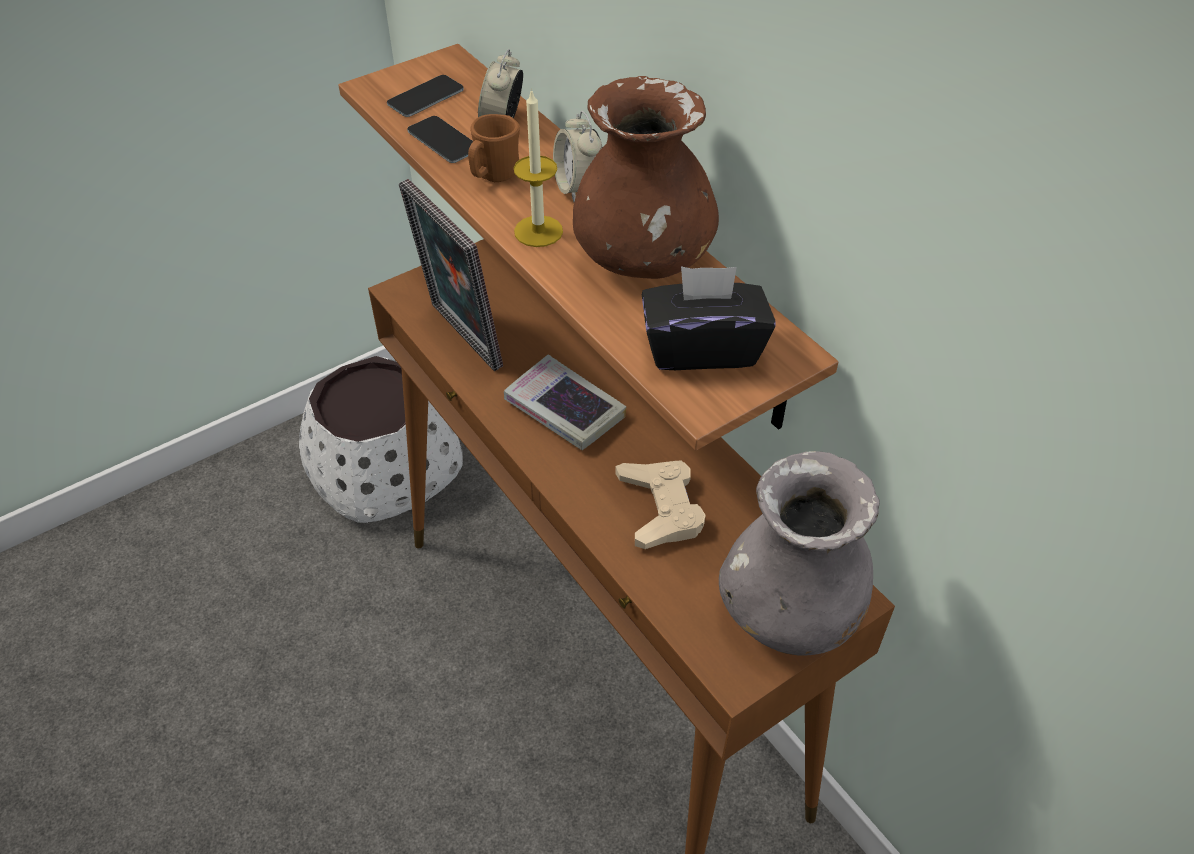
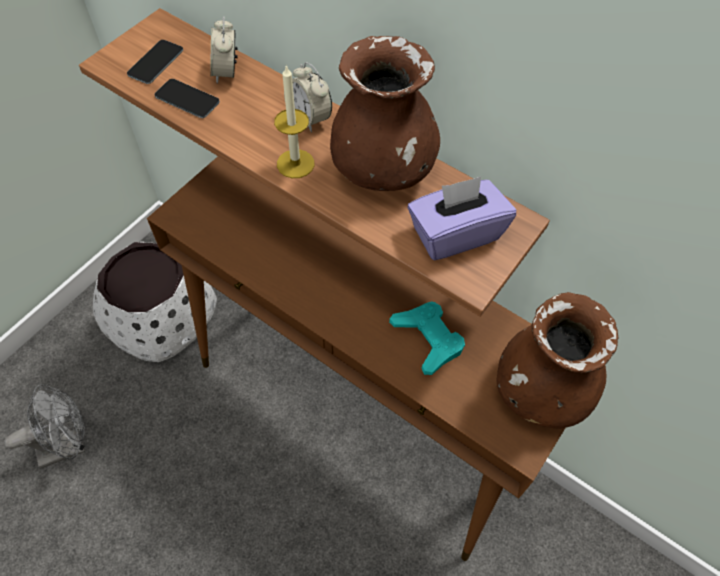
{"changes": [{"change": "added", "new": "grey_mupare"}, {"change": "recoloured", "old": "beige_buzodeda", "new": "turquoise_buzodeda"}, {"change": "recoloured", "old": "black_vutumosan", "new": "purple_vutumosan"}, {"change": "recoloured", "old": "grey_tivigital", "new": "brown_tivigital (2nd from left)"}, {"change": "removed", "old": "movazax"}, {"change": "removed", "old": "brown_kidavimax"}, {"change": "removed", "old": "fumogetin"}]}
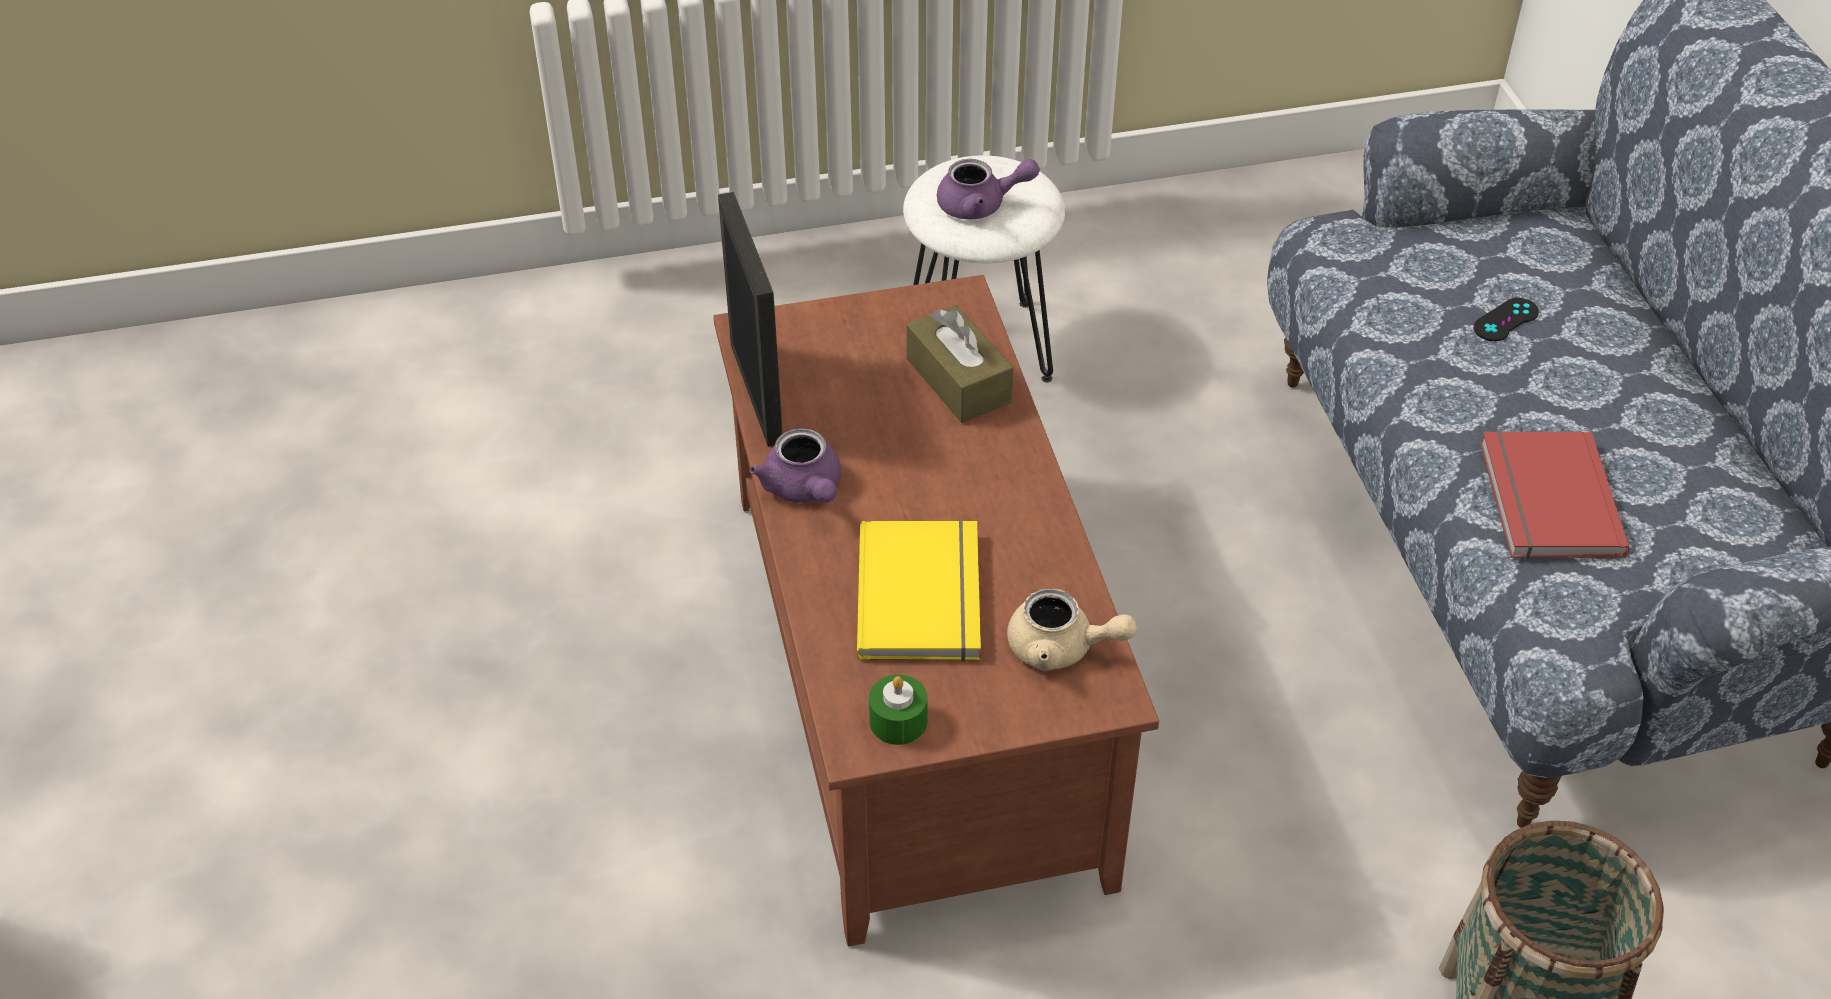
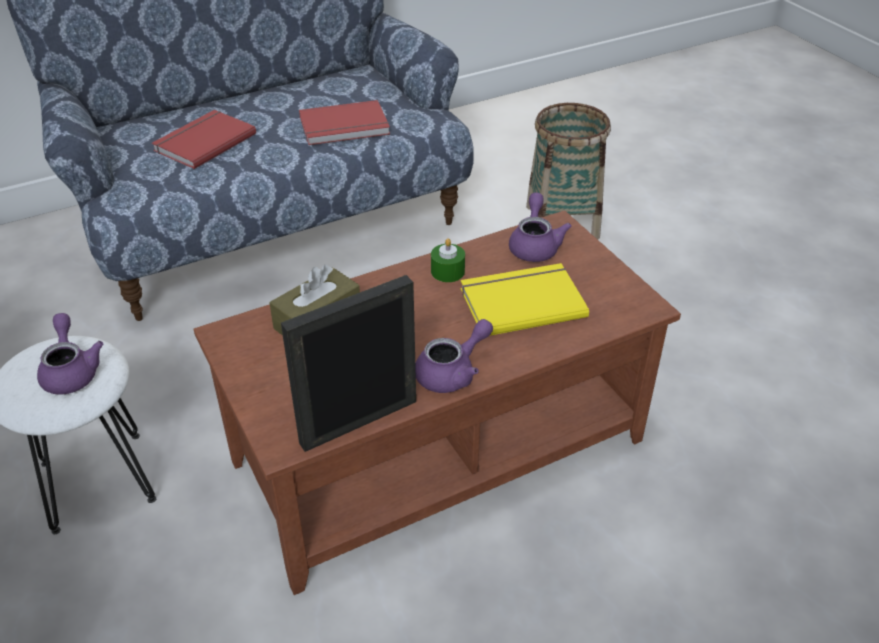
{"changes": [{"change": "replaced", "old": "black_buzodeda", "new": "red_fumogetin (1st from left)"}, {"change": "moved", "old": "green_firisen"}, {"change": "recoloured", "old": "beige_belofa", "new": "purple_belofa (3rd from left)"}]}
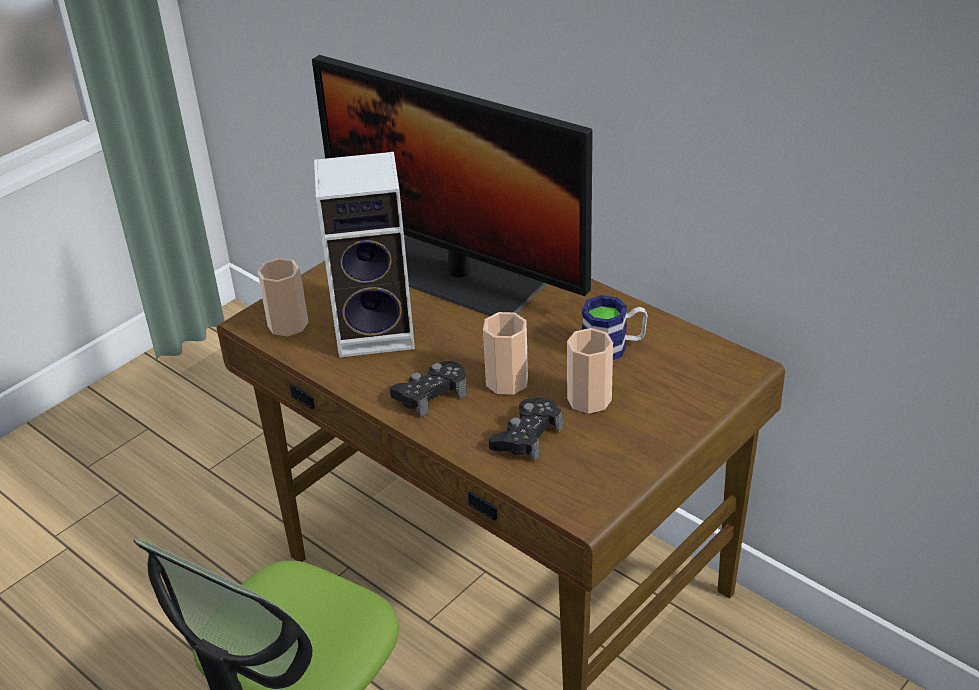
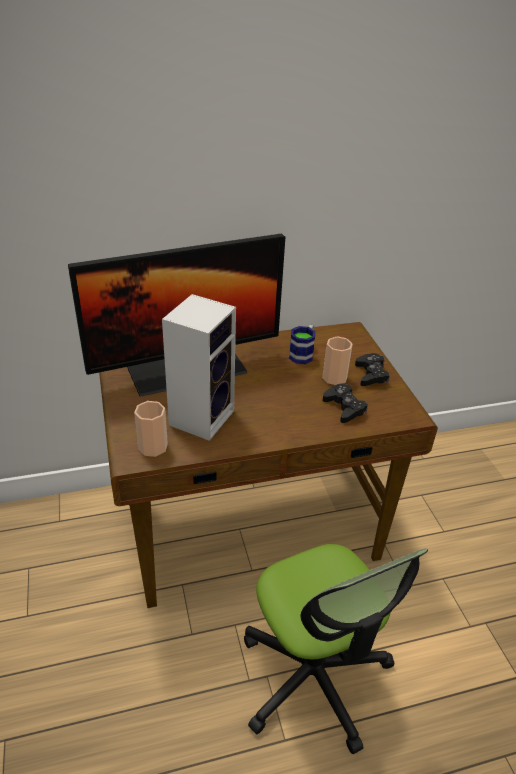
{"changes": [{"change": "moved", "old": "black_buzodeda (1st from left in the first image)", "new": "black_buzodeda (2nd from left)"}, {"change": "removed", "old": "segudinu (2nd from left)"}]}
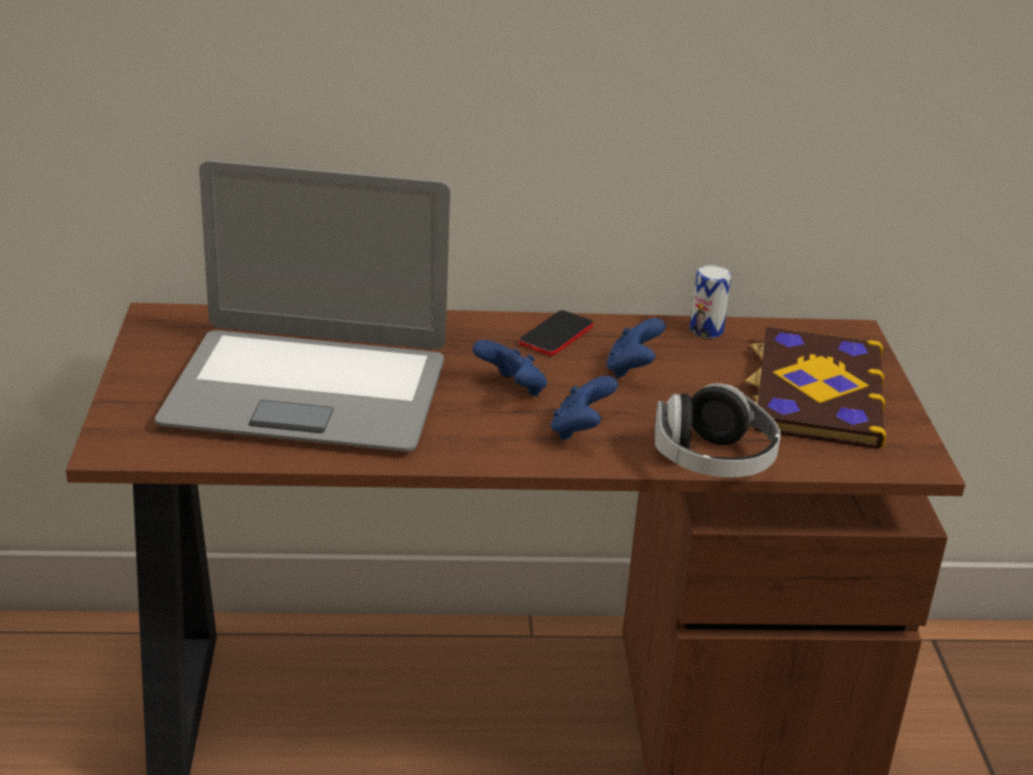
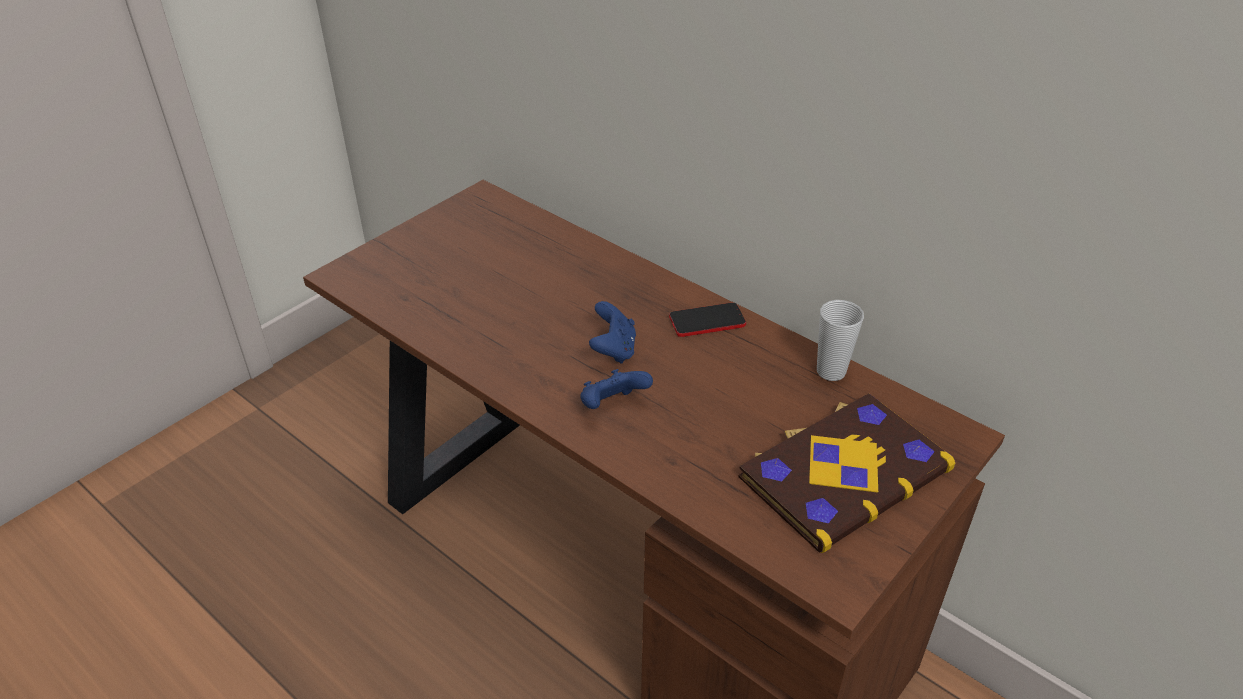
{"changes": [{"change": "replaced", "old": "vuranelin", "new": "segudinu"}, {"change": "removed", "old": "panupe"}, {"change": "removed", "old": "blue_buzodeda (3rd from left)"}, {"change": "removed", "old": "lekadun"}]}
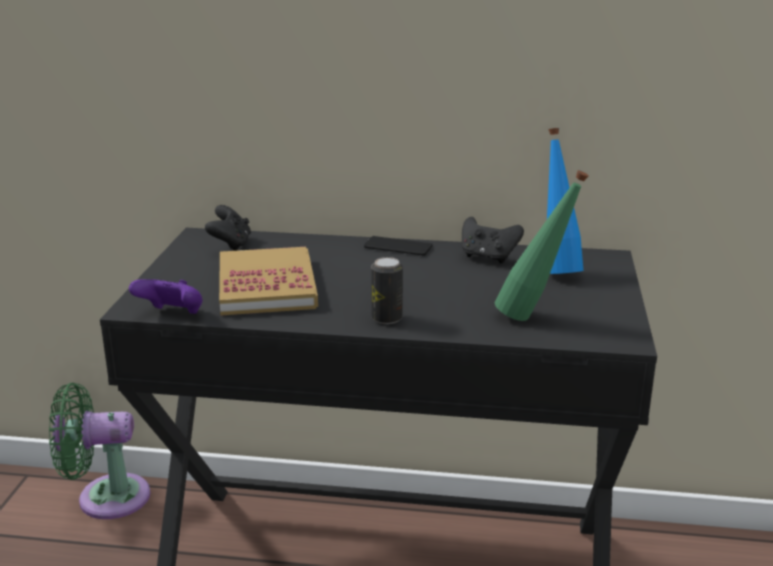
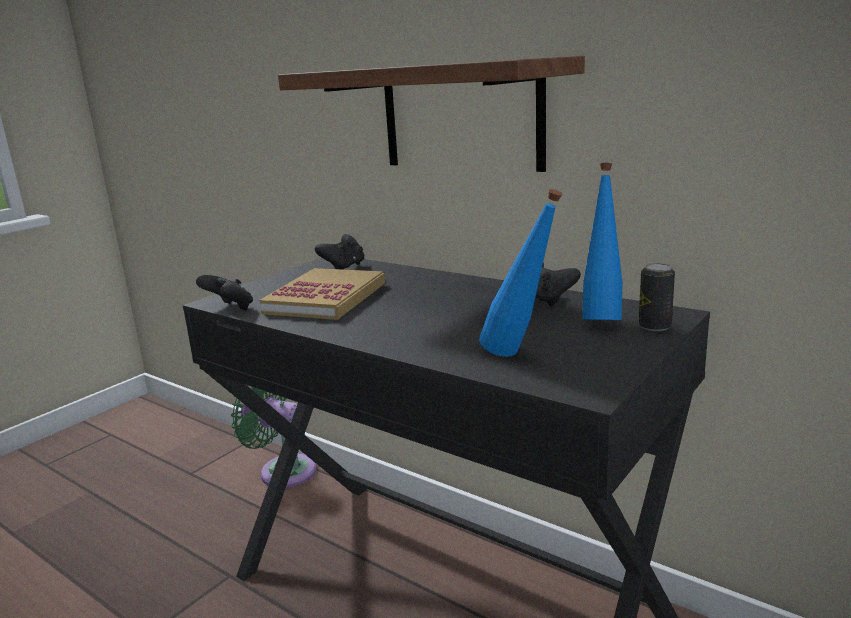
{"changes": [{"change": "recoloured", "old": "purple_buzodeda", "new": "black_buzodeda (1st from left)"}, {"change": "added", "new": "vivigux"}, {"change": "recoloured", "old": "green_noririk", "new": "blue_noririk (1st from left)"}, {"change": "moved", "old": "vuranelin"}, {"change": "removed", "old": "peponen"}]}
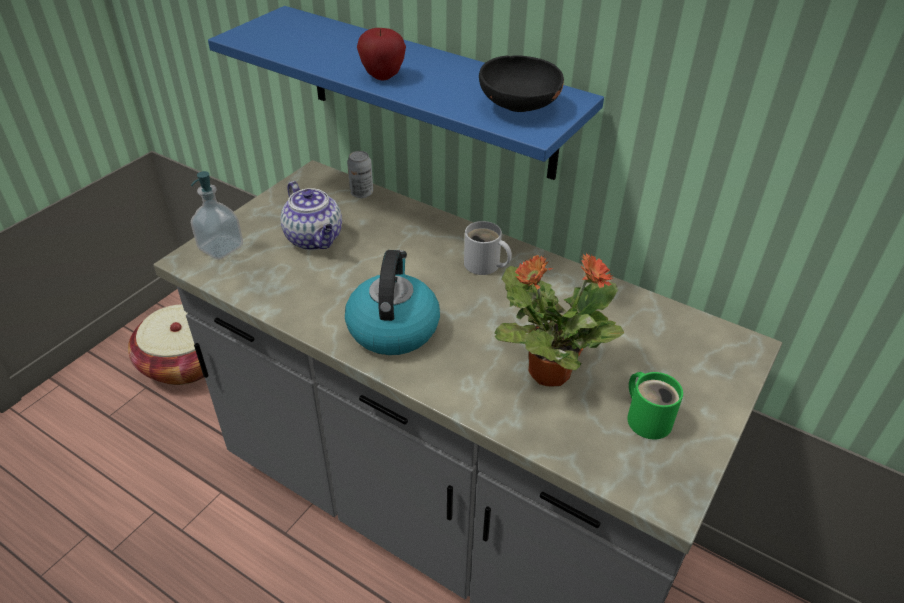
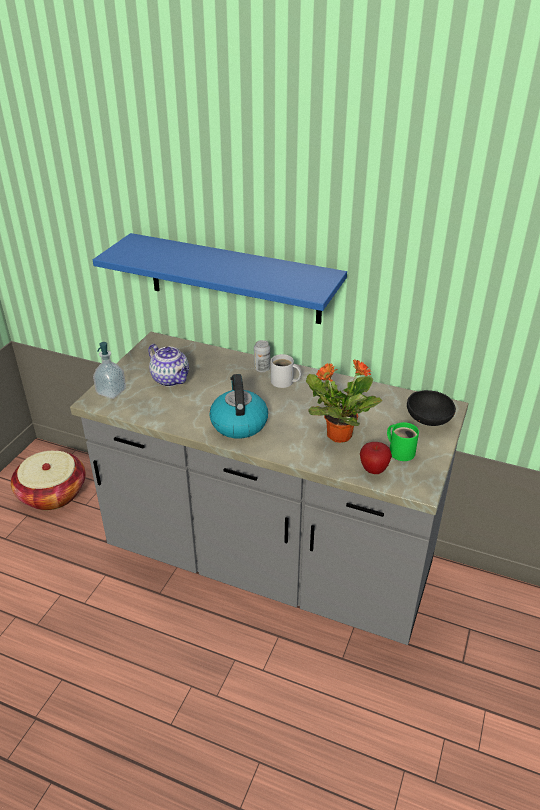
{"changes": [{"change": "moved", "old": "vuranelin"}, {"change": "moved", "old": "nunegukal"}, {"change": "moved", "old": "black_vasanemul"}]}
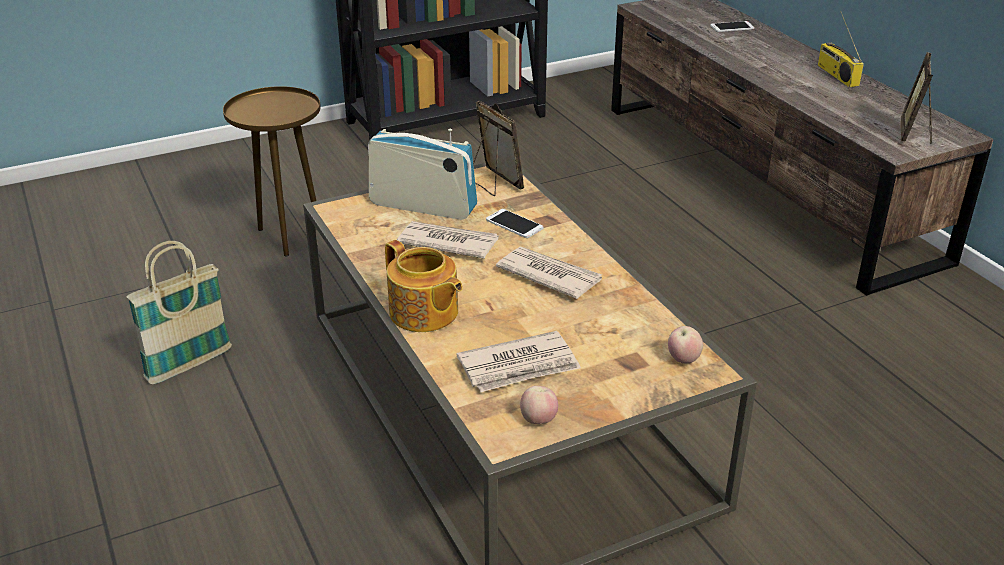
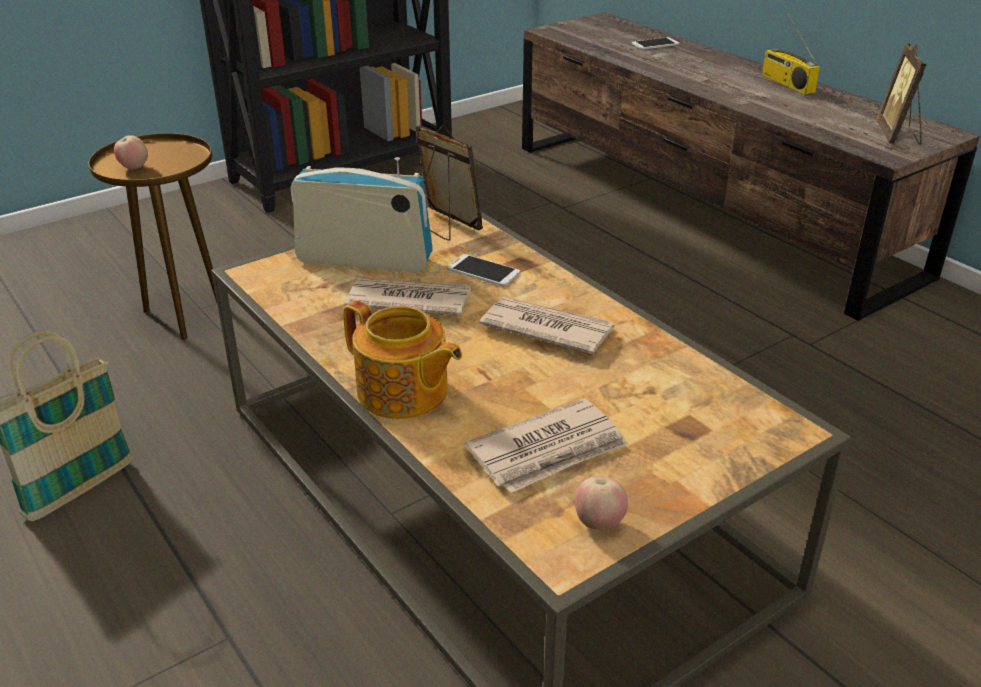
{"changes": [{"change": "moved", "old": "nunegukal (2nd from left in the first image)", "new": "nunegukal (1st from left)"}]}
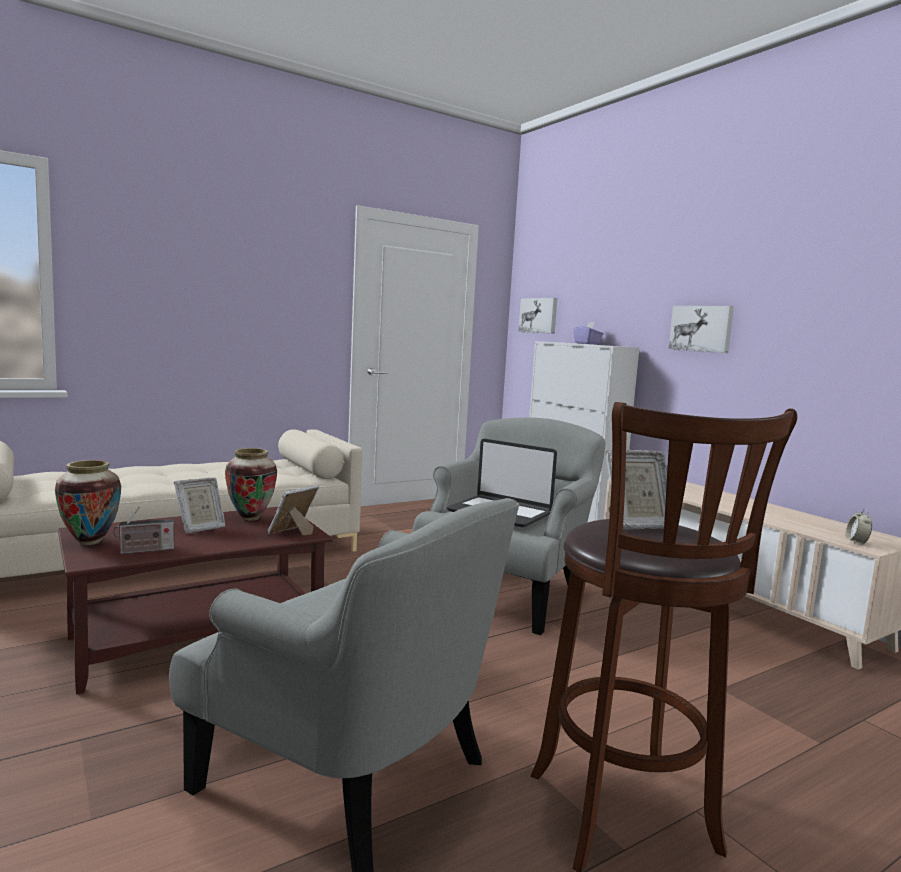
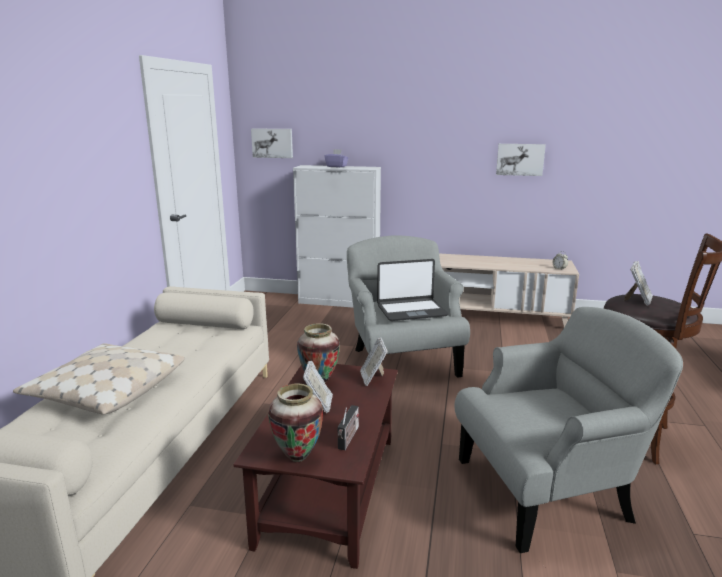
{"changes": [{"change": "added", "new": "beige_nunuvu"}, {"change": "moved", "old": "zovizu (2nd from left)"}]}
